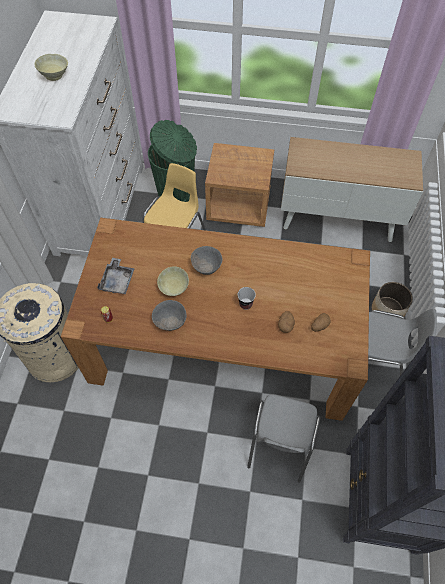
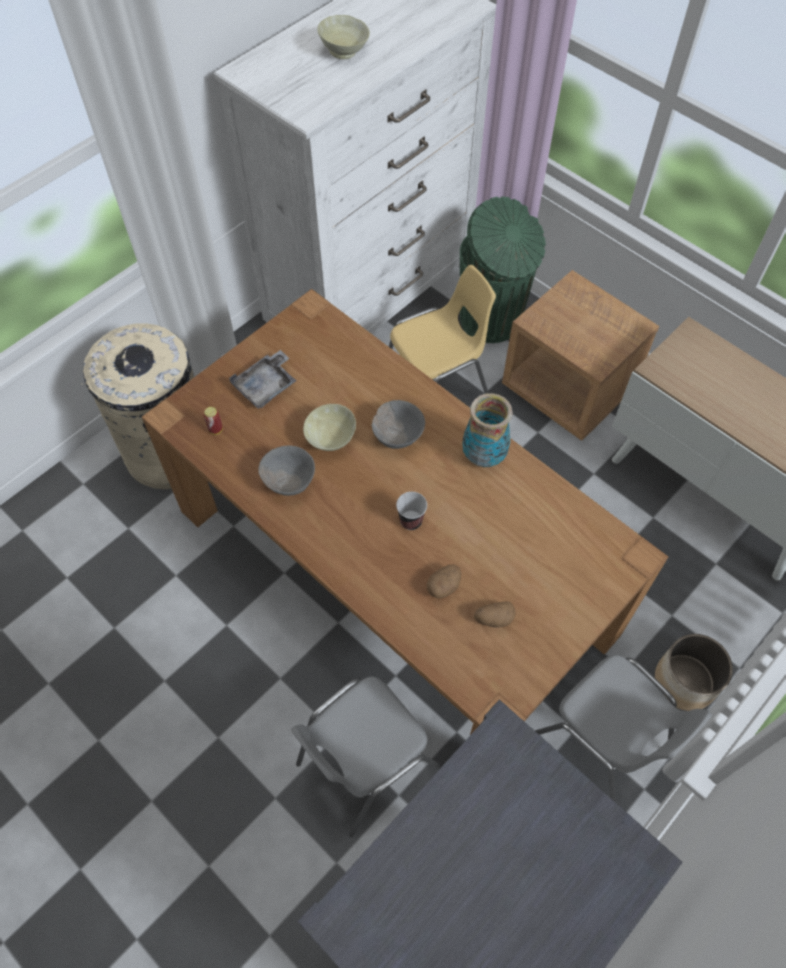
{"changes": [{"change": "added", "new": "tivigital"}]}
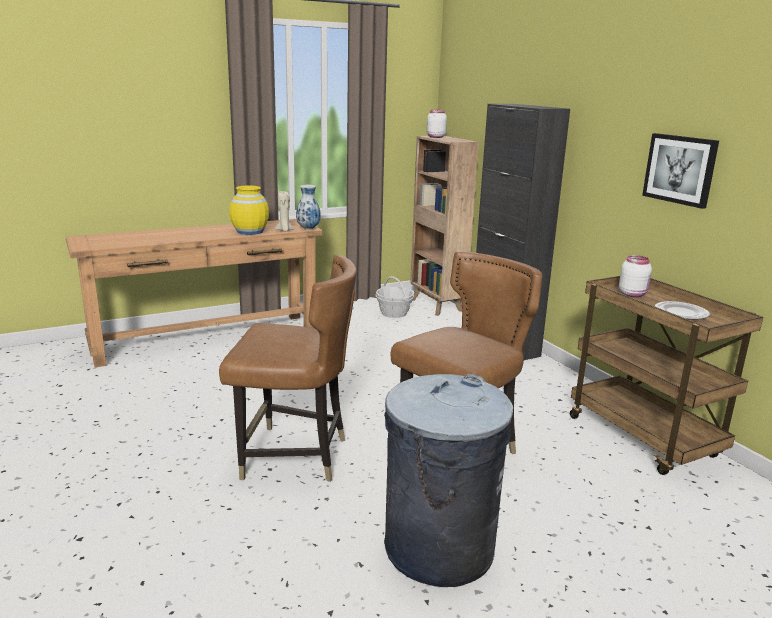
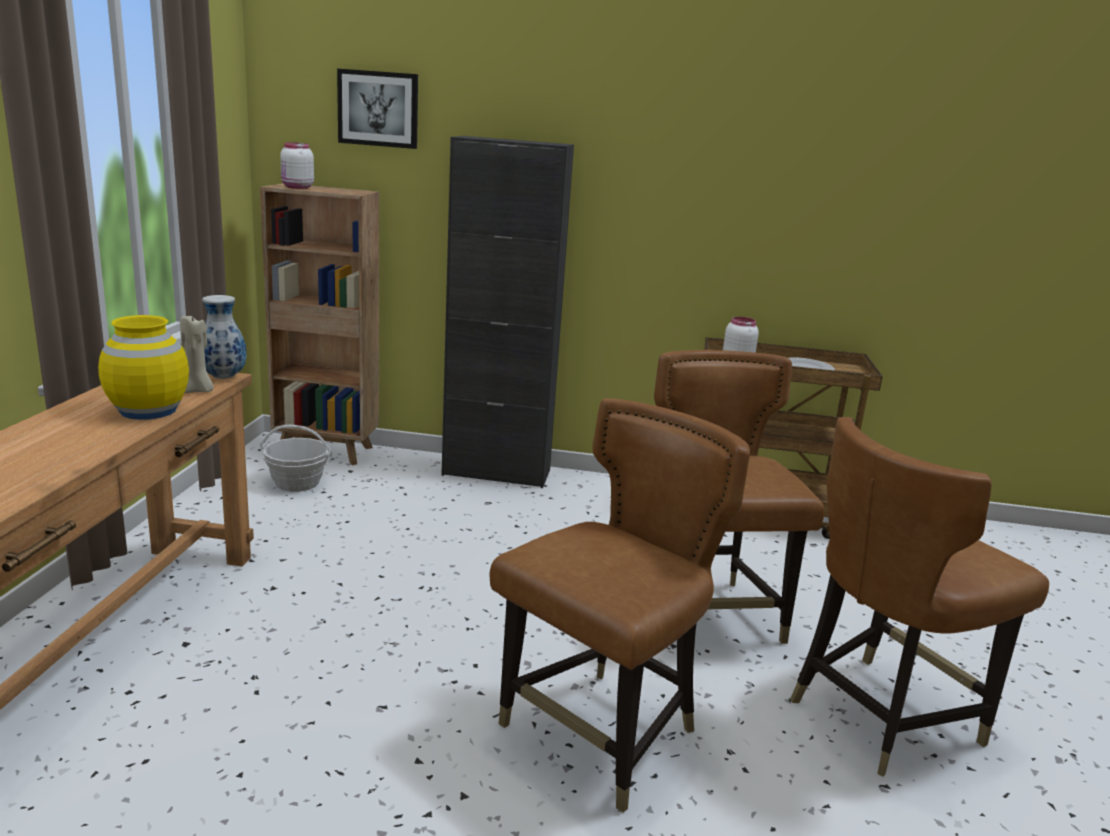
{"changes": [{"change": "moved", "old": "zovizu"}, {"change": "replaced", "old": "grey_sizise", "new": "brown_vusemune (3rd from left)"}]}
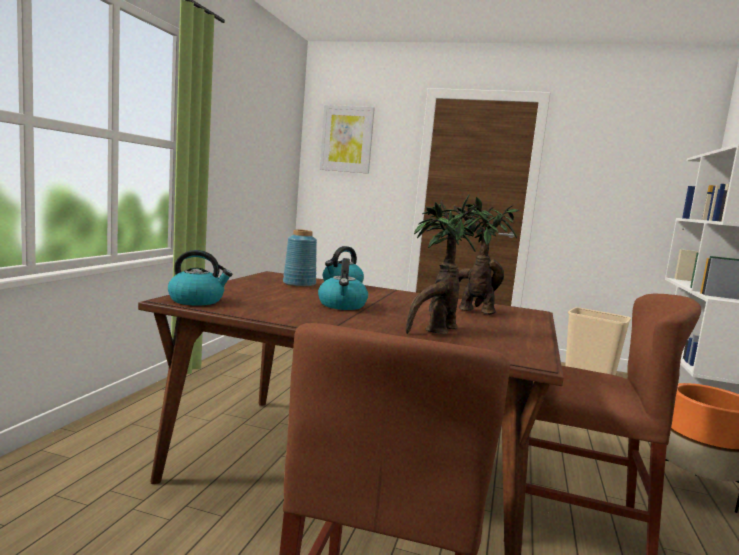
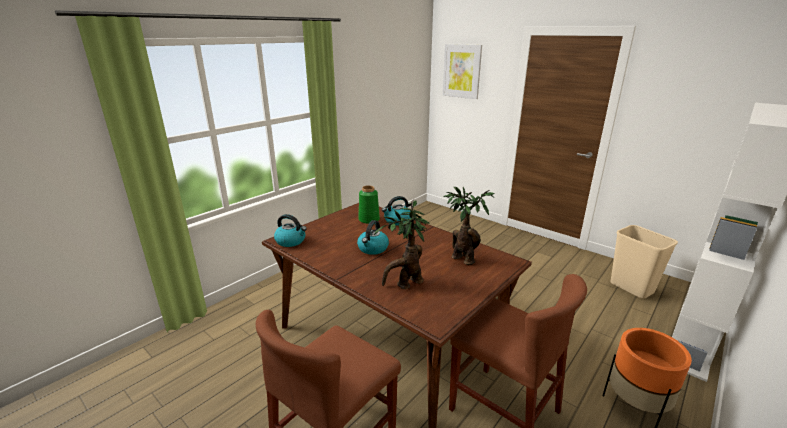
{"changes": [{"change": "recoloured", "old": "blue_tivigital", "new": "green_tivigital"}]}
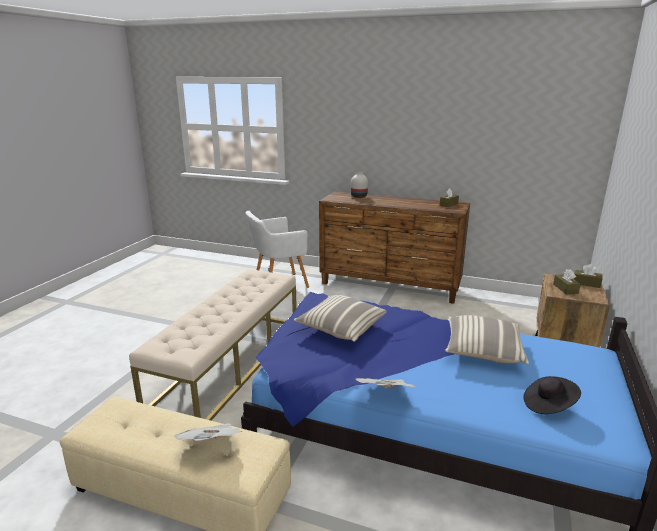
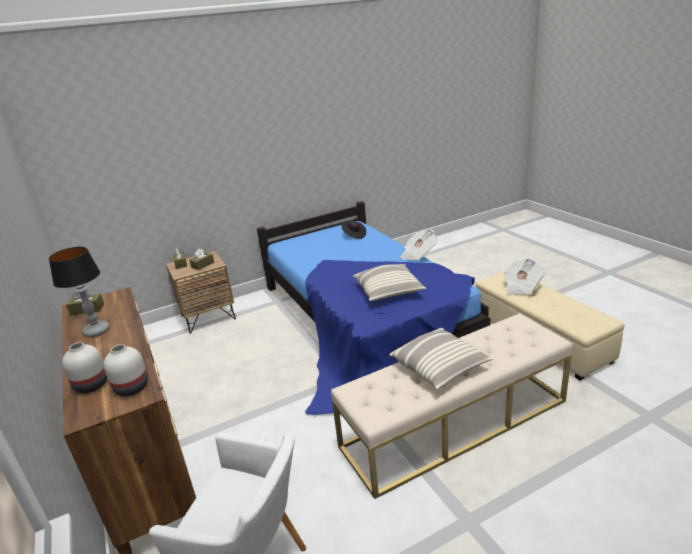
{"changes": [{"change": "added", "new": "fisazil"}, {"change": "added", "new": "white_tivigital (2nd from left)"}, {"change": "moved", "old": "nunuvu (2nd from left)"}]}
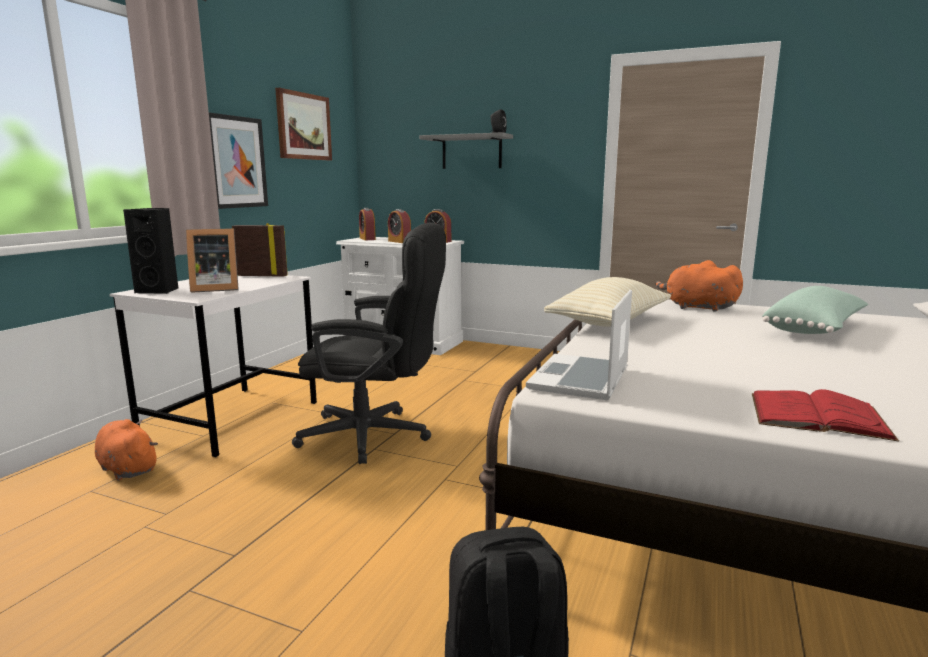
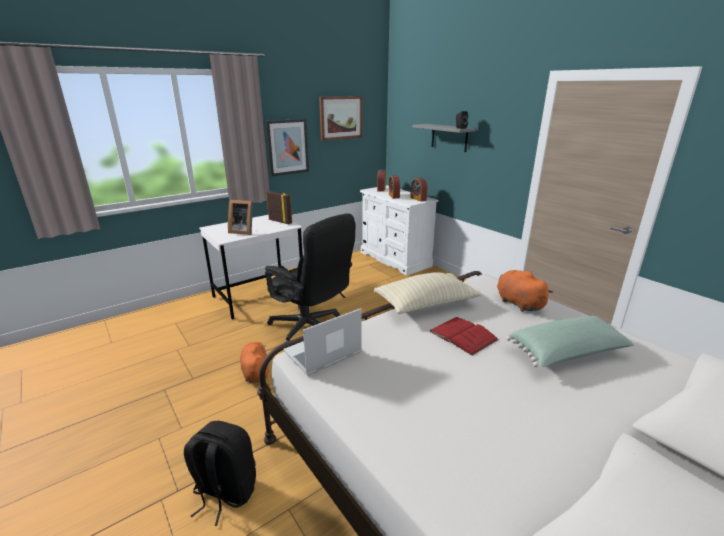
{"changes": [{"change": "moved", "old": "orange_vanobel (1st from left)"}, {"change": "moved", "old": "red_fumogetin"}, {"change": "removed", "old": "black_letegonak (1st from left)"}]}
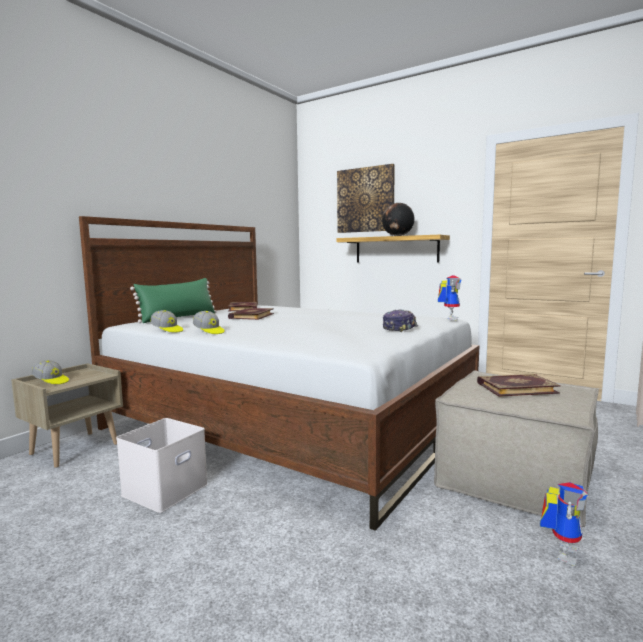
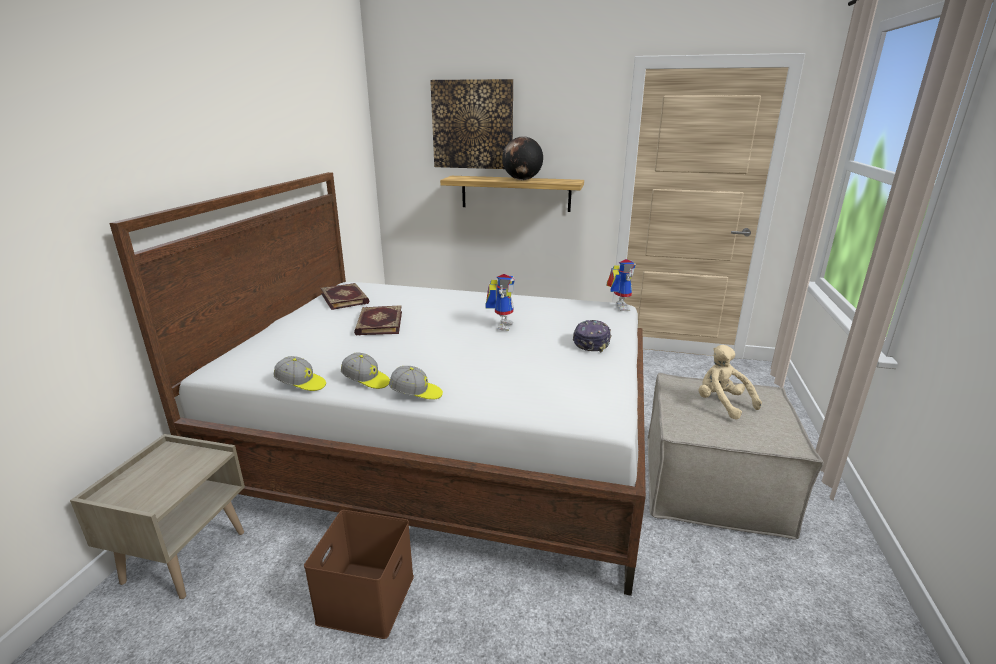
{"changes": [{"change": "recoloured", "old": "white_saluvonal", "new": "brown_saluvonal"}, {"change": "moved", "old": "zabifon (1st from left in the first image)", "new": "zabifon (3rd from left)"}, {"change": "moved", "old": "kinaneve (2nd from left in the first image)", "new": "kinaneve (1st from left)"}, {"change": "replaced", "old": "fumogetin (3rd from left)", "new": "beige_vanobel"}, {"change": "removed", "old": "green_nunuvu"}]}
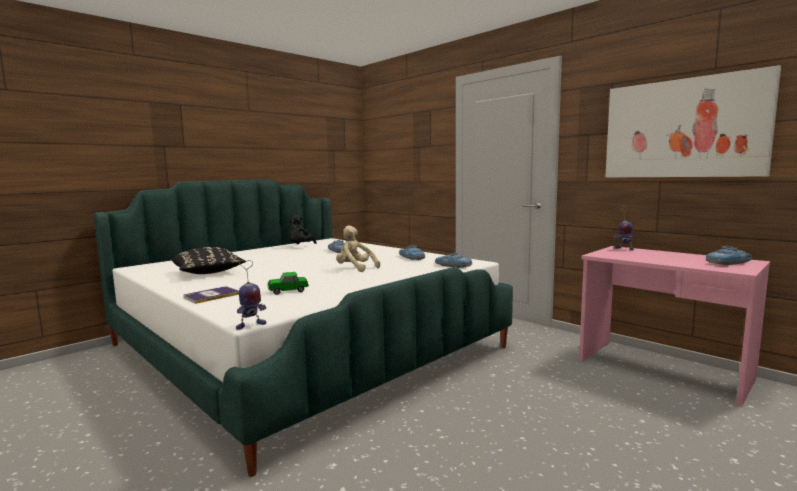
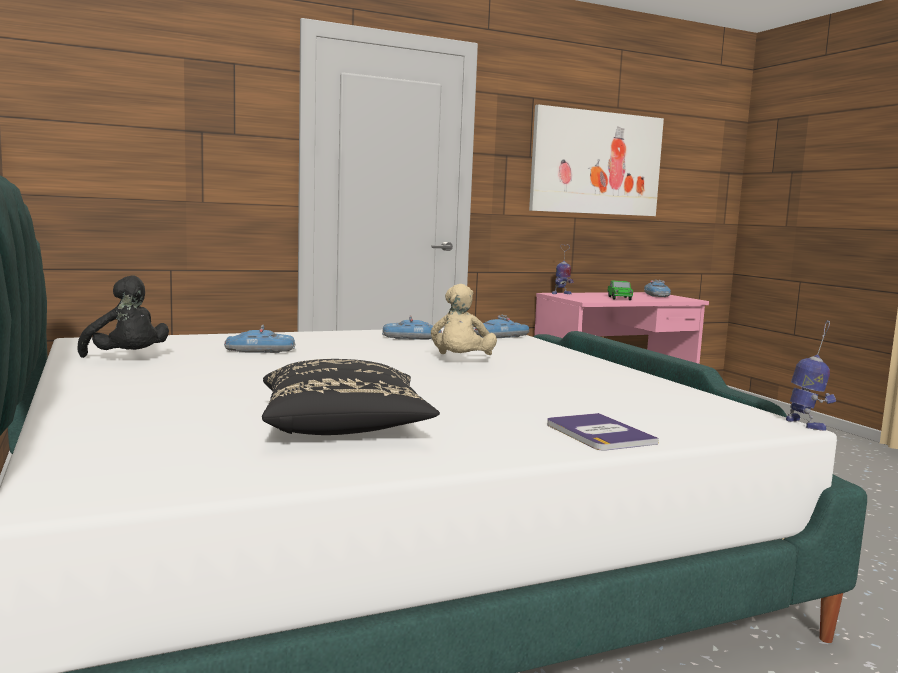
{"changes": [{"change": "turned", "old": "beige_vanobel", "degrees": -45}, {"change": "moved", "old": "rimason (1st from left in the first image)", "new": "rimason (4th from left)"}]}
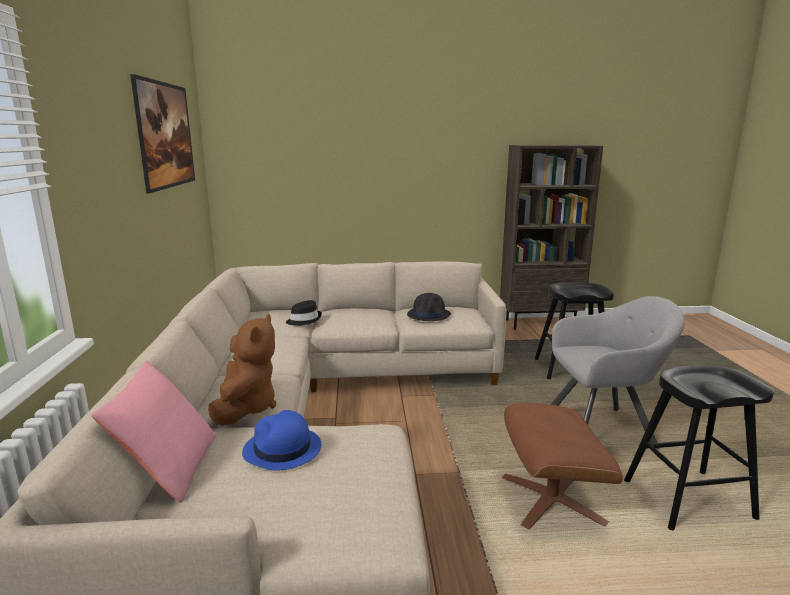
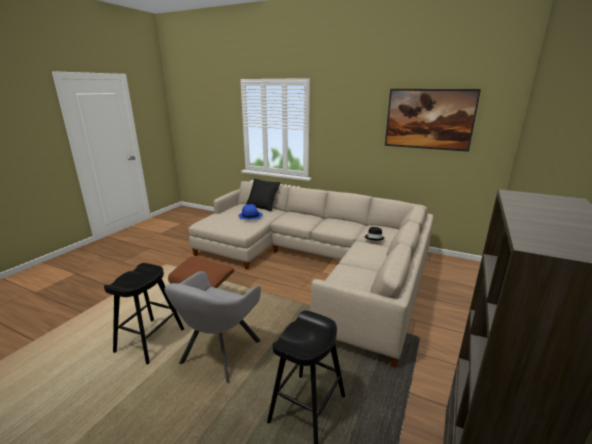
{"changes": [{"change": "recoloured", "old": "pink_nunuvu", "new": "black_nunuvu"}, {"change": "removed", "old": "brown_vanobel"}, {"change": "removed", "old": "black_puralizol (2nd from left)"}]}
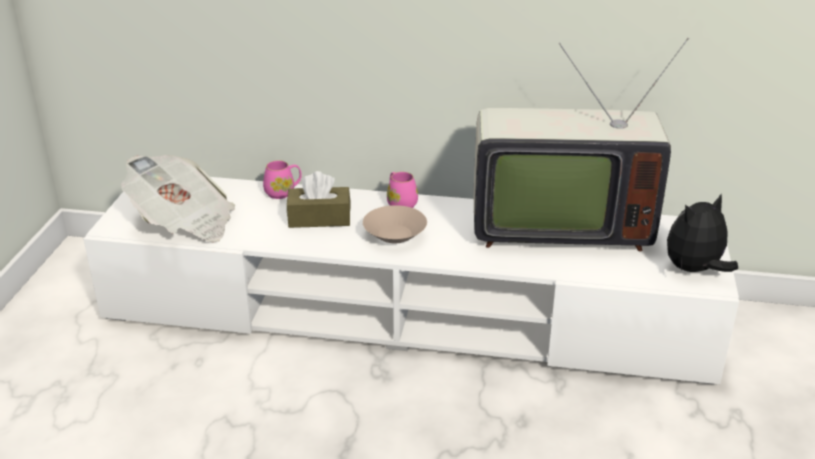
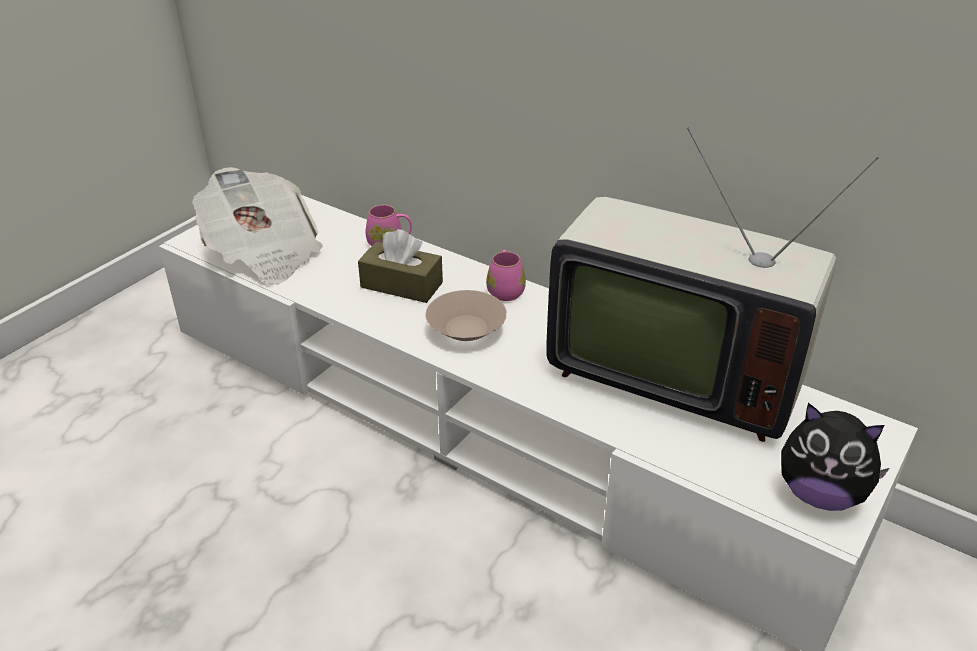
{"changes": [{"change": "turned", "old": "vanobel", "degrees": -150}]}
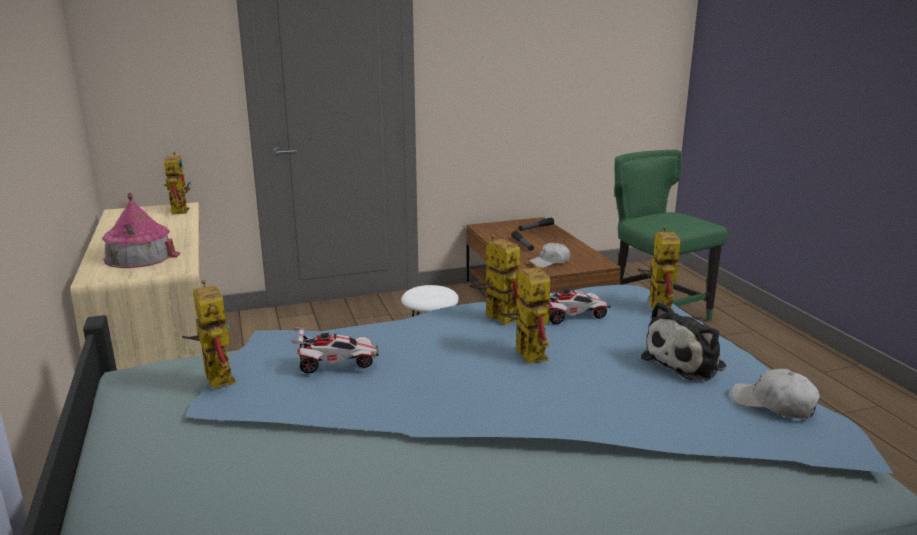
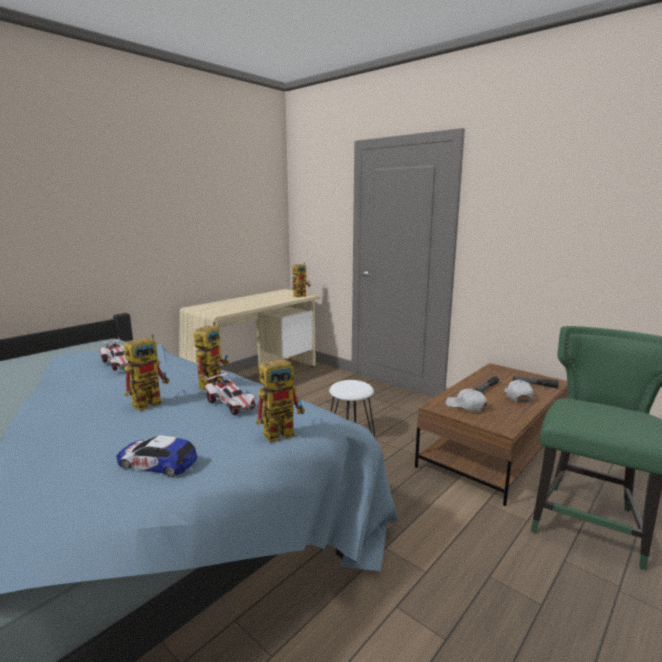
{"changes": [{"change": "replaced", "old": "vanobel", "new": "rimason (2nd from left)"}, {"change": "moved", "old": "white_zabifon (2nd from left)"}, {"change": "removed", "old": "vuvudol"}, {"change": "removed", "old": "kinaneve (2nd from left)"}]}
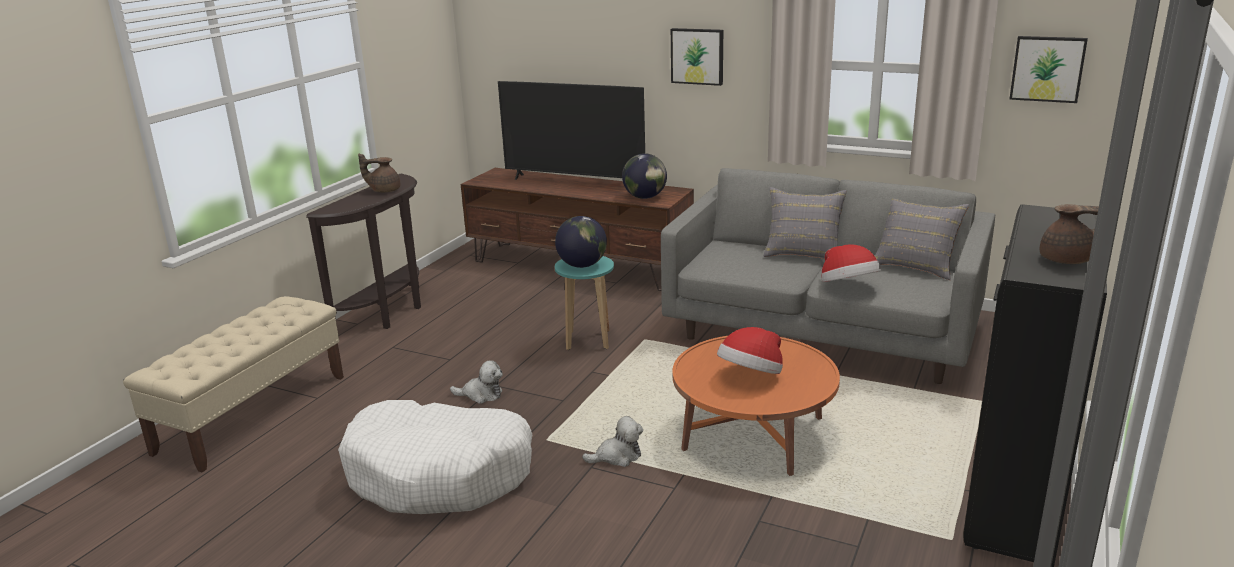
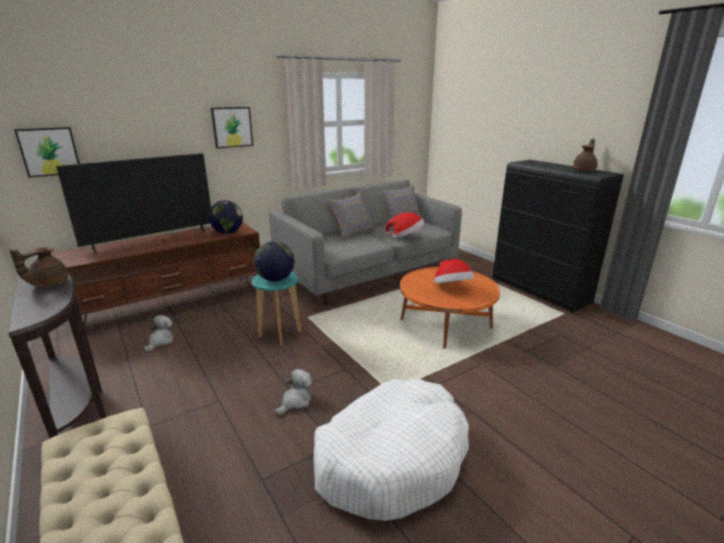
{"changes": [{"change": "moved", "old": "zovizu (2nd from left in the first image)", "new": "zovizu (1st from left)"}, {"change": "moved", "old": "vanobel (2nd from left in the first image)", "new": "vanobel (1st from left)"}]}
